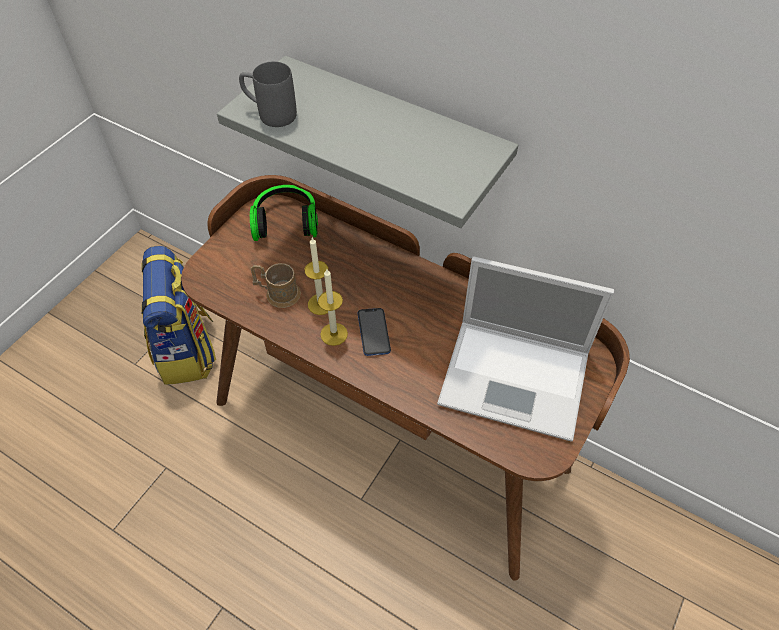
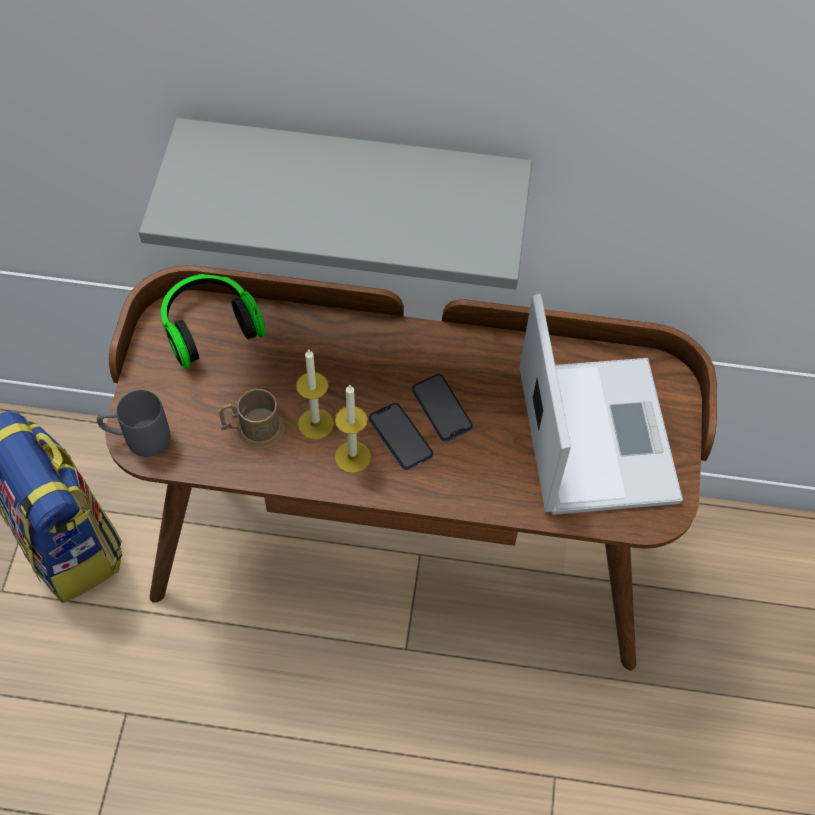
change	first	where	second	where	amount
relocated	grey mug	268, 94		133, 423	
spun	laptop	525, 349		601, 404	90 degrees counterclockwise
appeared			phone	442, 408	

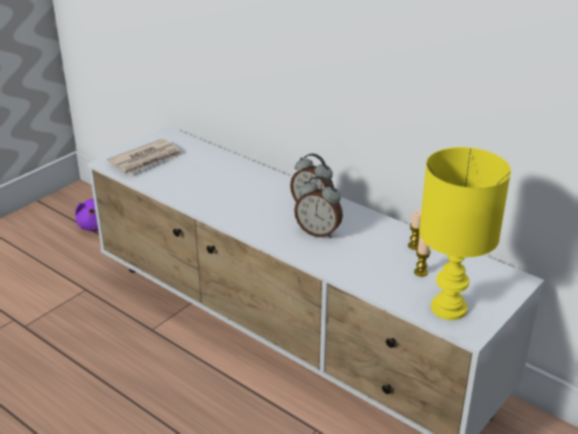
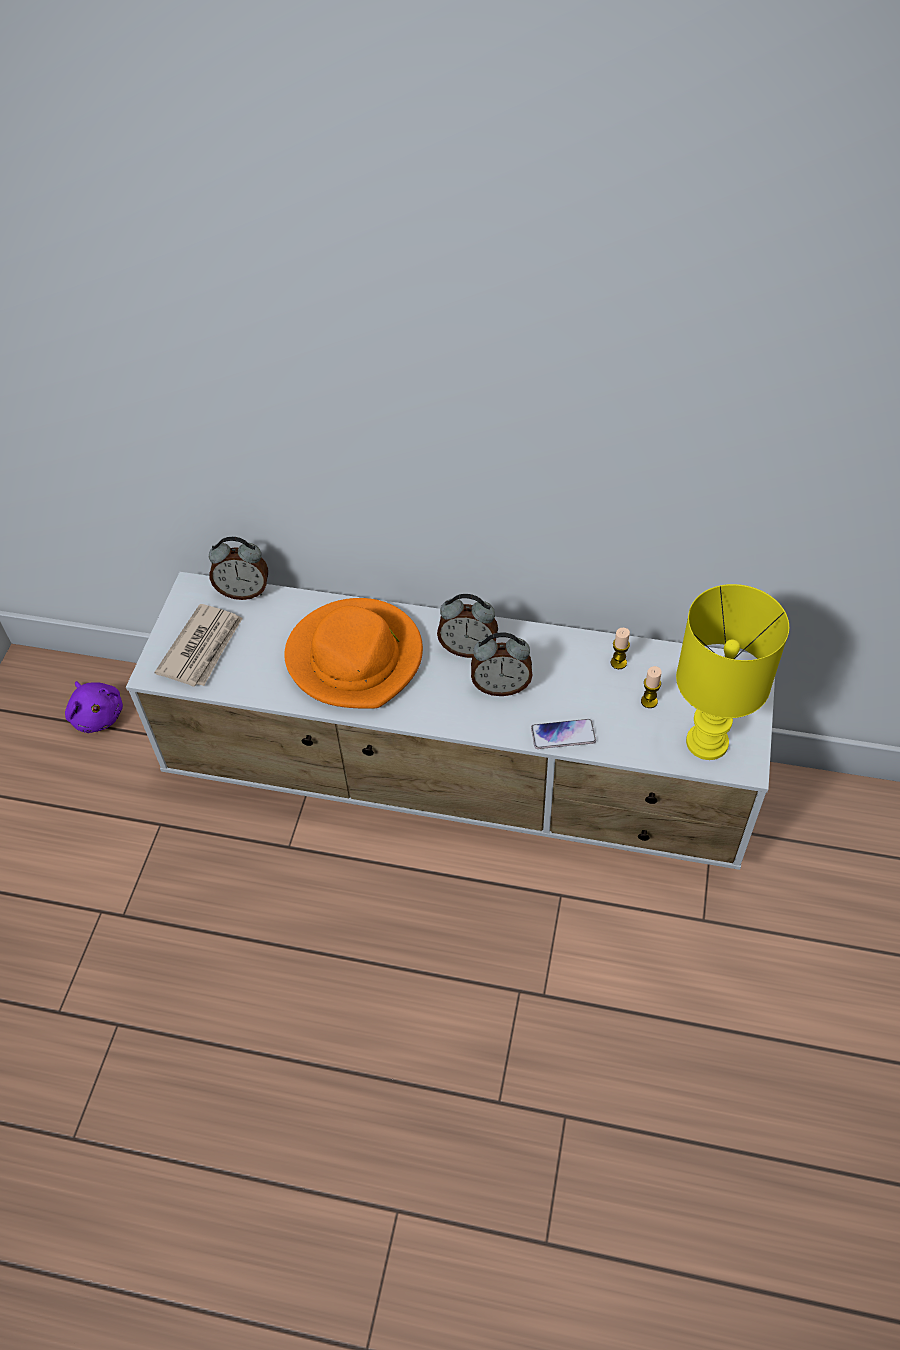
change	first	where	second	where	amount
appeared			alarm clock	238, 568	
appeared			orange hat	353, 653	
appeared			phone	563, 734	

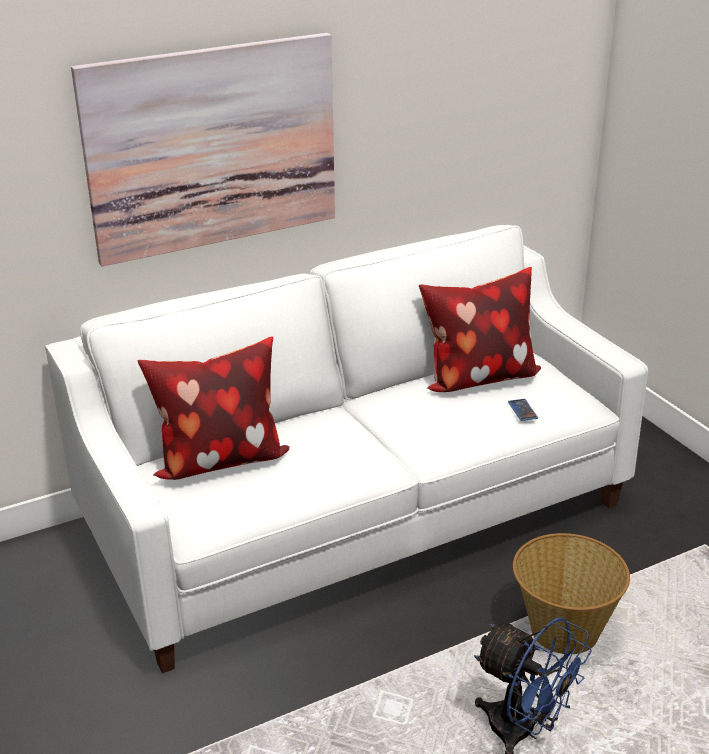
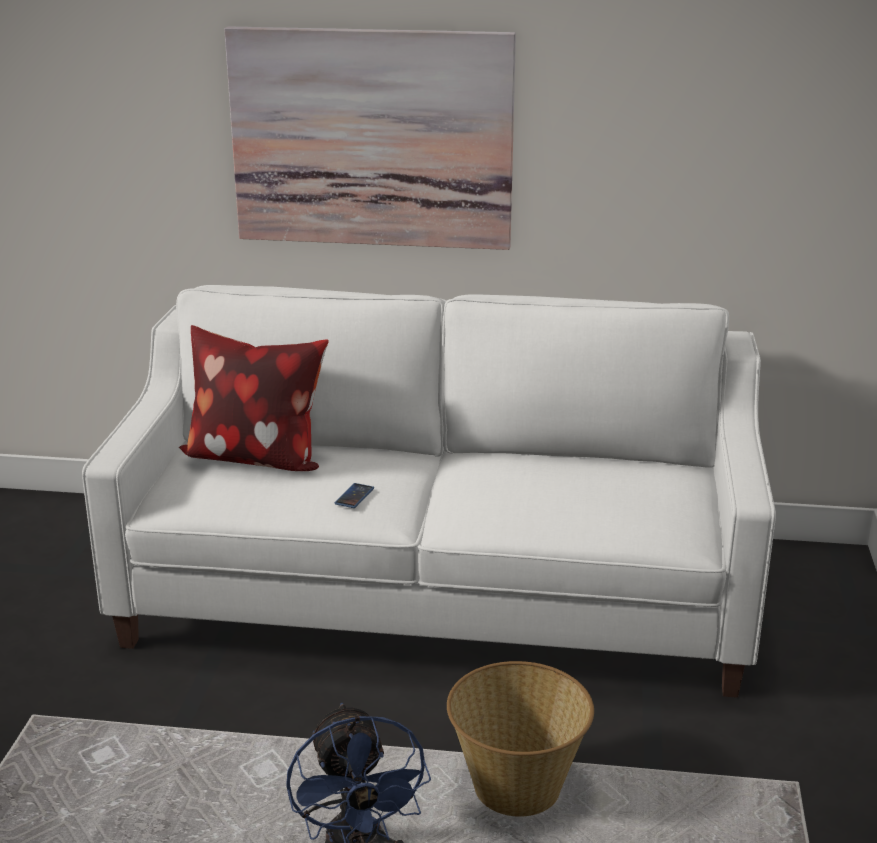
change	first	where	second	where	amount
missing	pillow	480, 329			
relocated	phone	523, 410		354, 495	

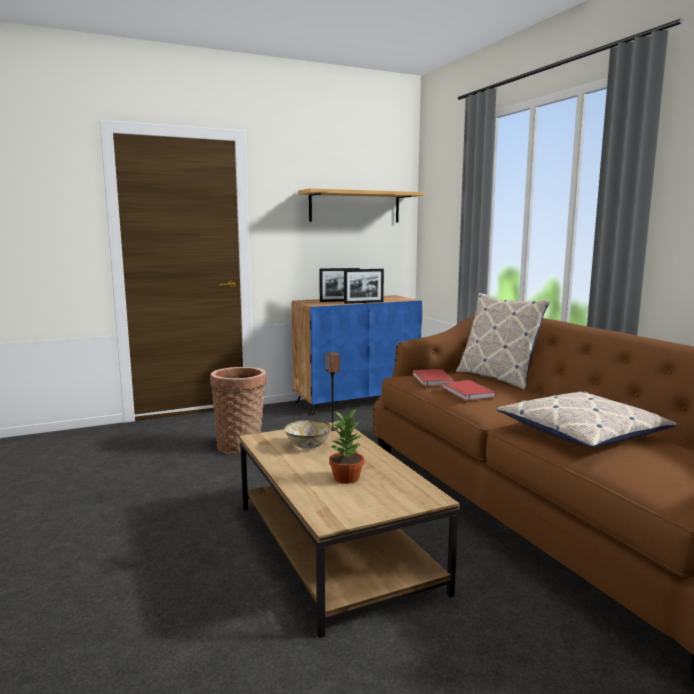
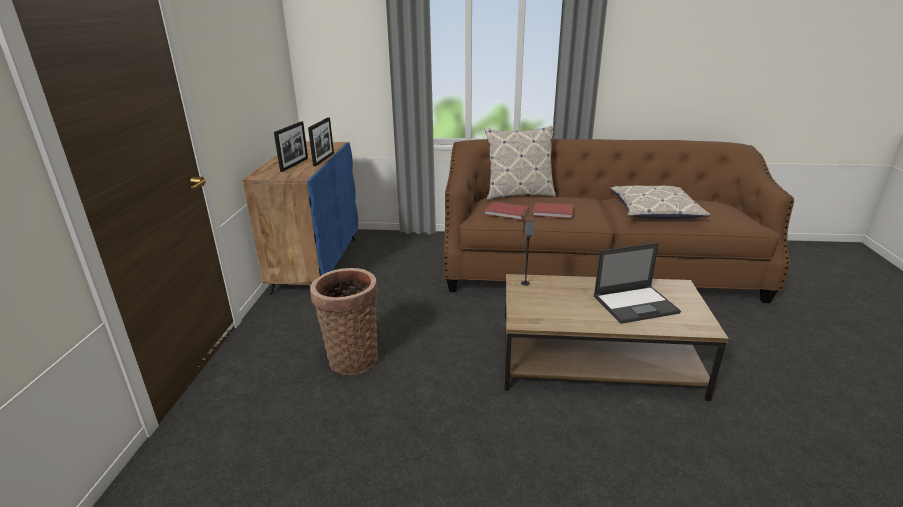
change	first	where	second	where	amount
missing	bowl	308, 434			
missing	shelf	361, 205			
exchanged	potted plant	346, 446	laptop	637, 283	

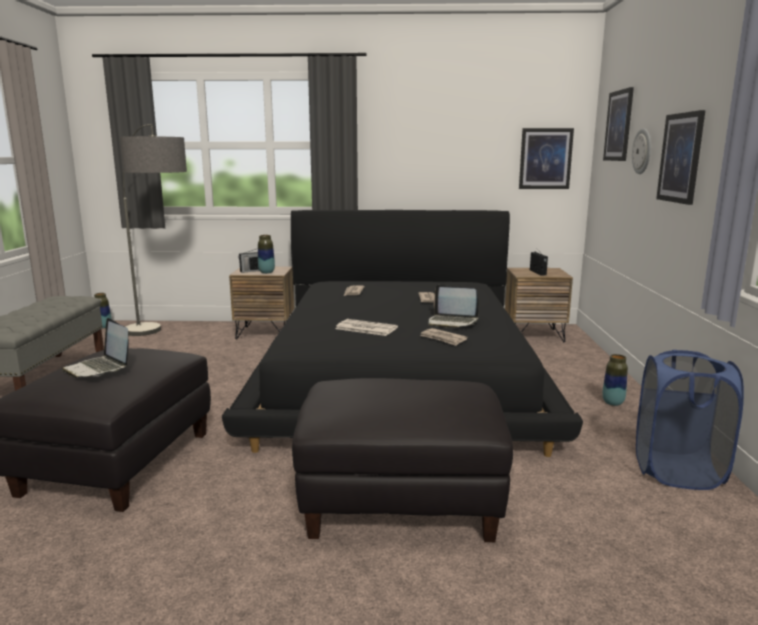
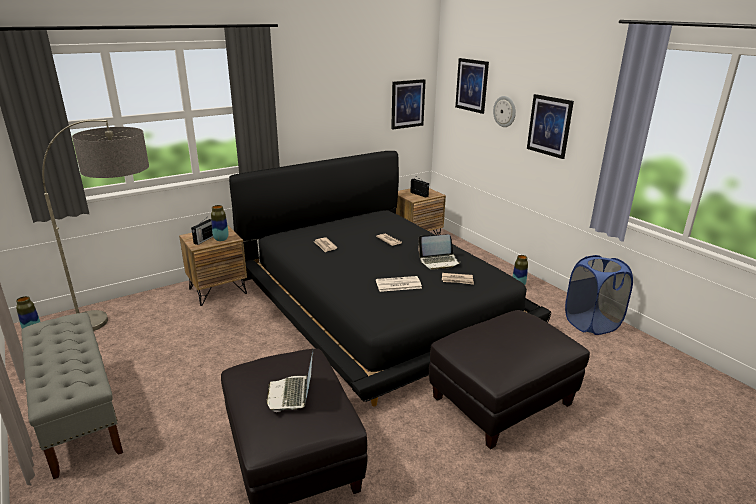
change	first	where	second	where	amount
spun	laptop	95, 348		290, 381	75 degrees clockwise

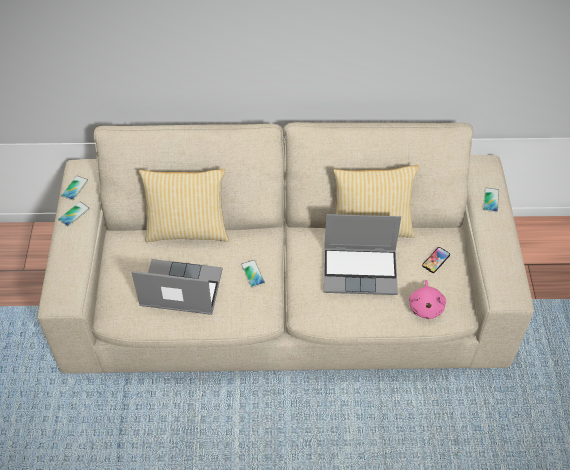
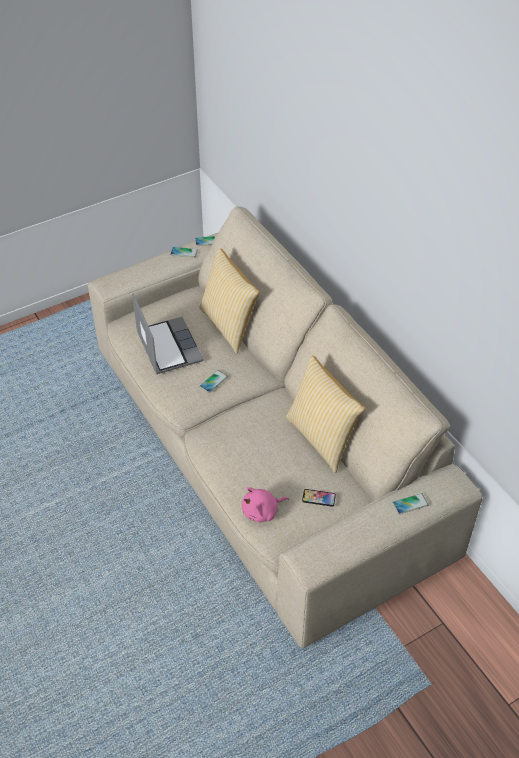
change	first	where	second	where	amount
missing	laptop	362, 254			

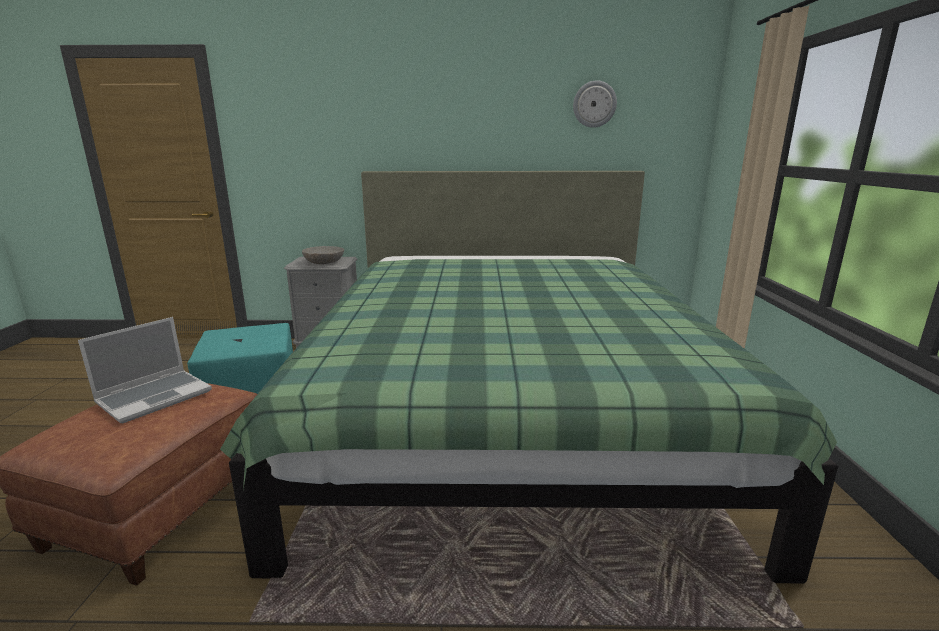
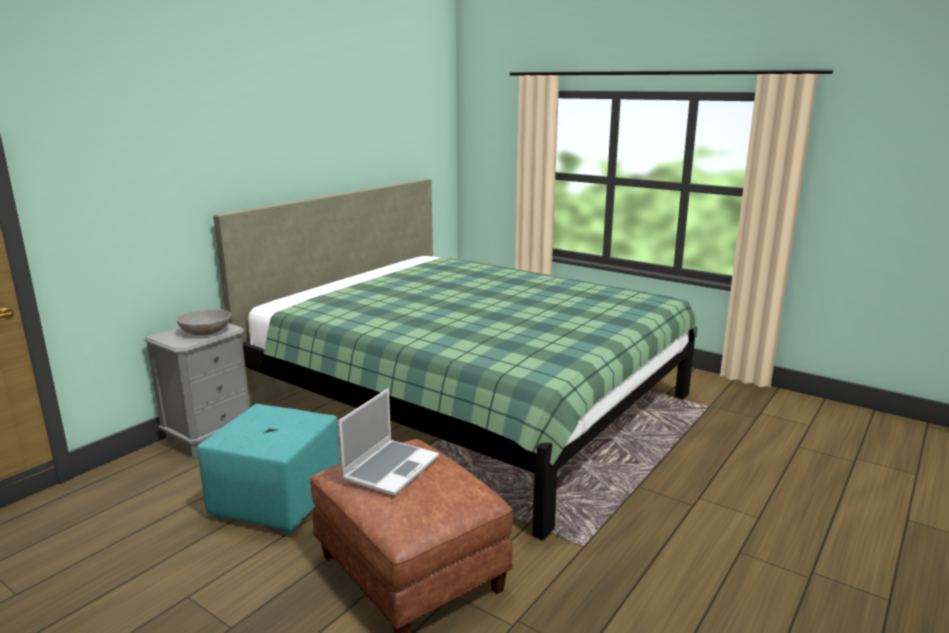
change	first	where	second	where	amount
spun	laptop	145, 370		388, 442	45 degrees clockwise
missing	wall clock	595, 104			

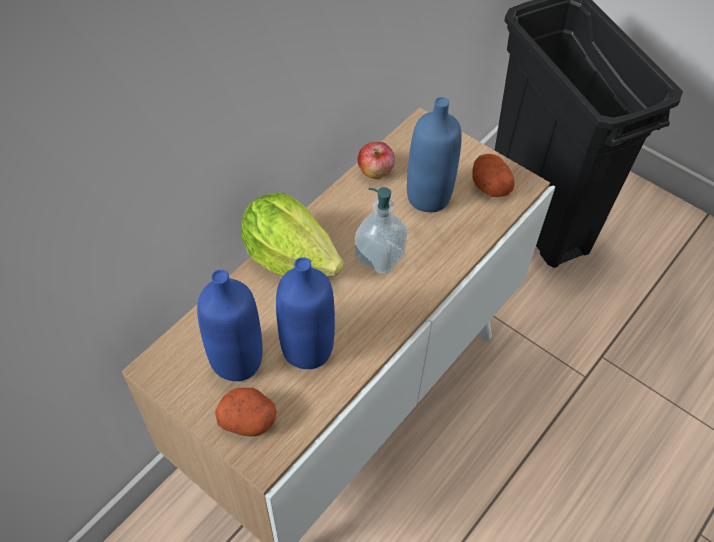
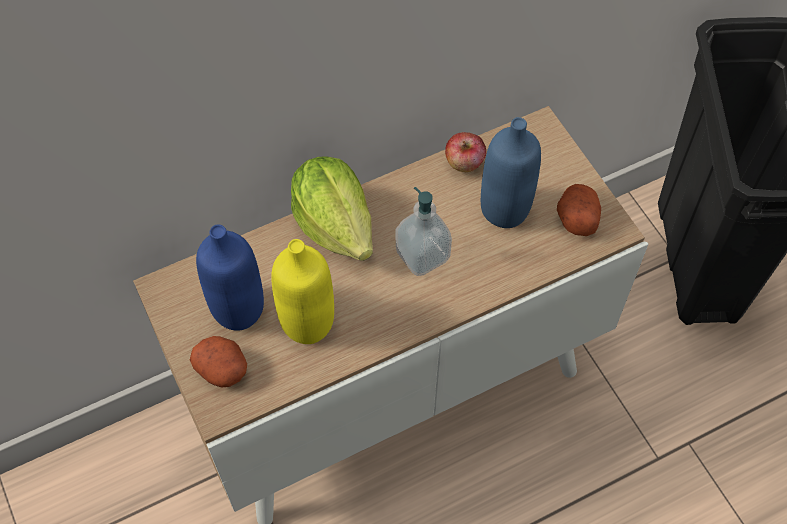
change	first	where	second	where	amount
colour	blue bottle	305, 313	yellow bottle	302, 291	

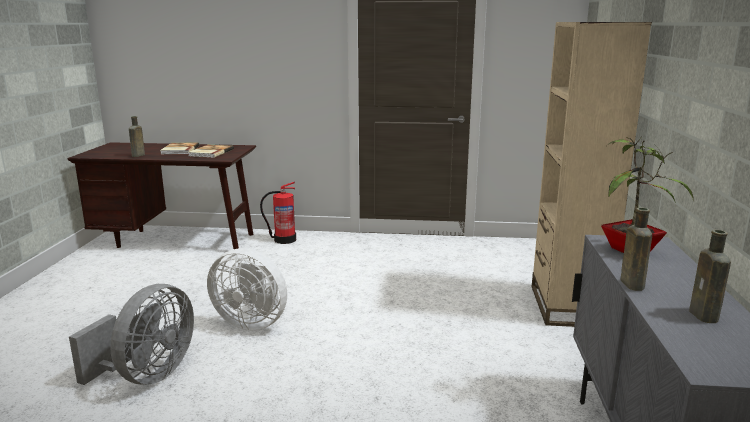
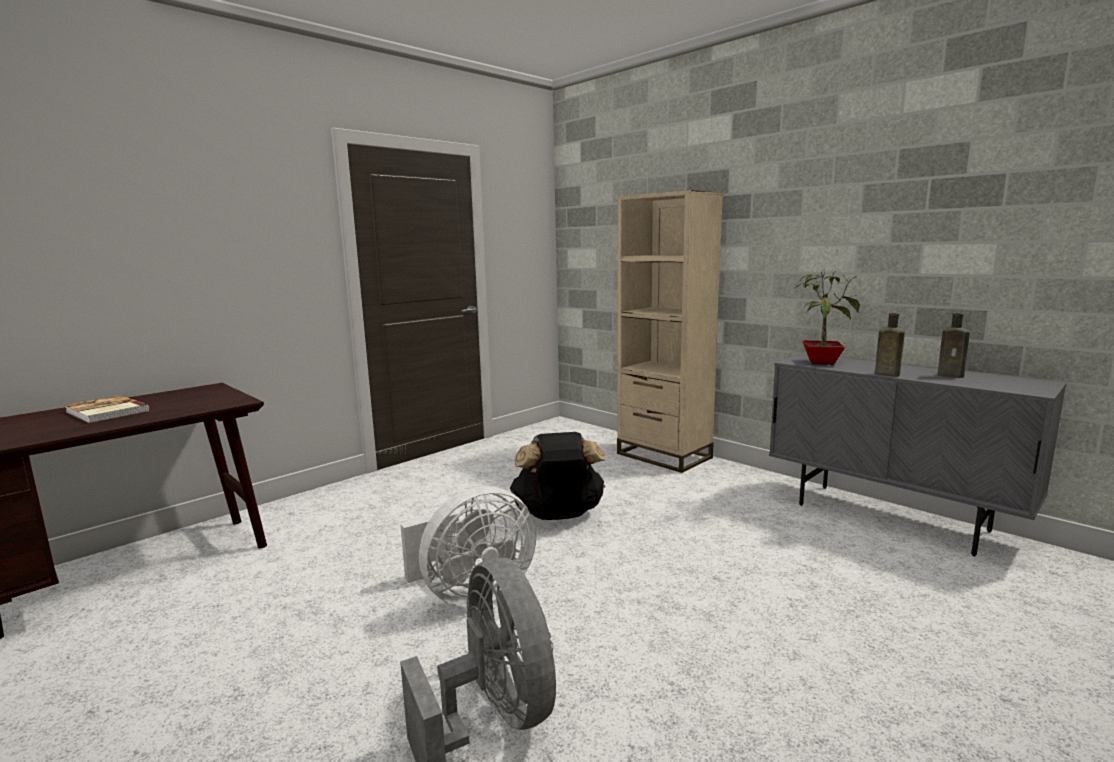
change	first	where	second	where	amount
missing	brown bottle	137, 136			
missing	book	211, 151			
missing	fire extinguisher	278, 212			
appeared			black backpack	557, 476	

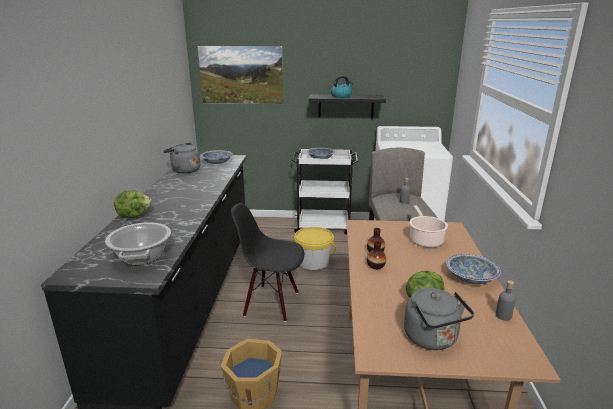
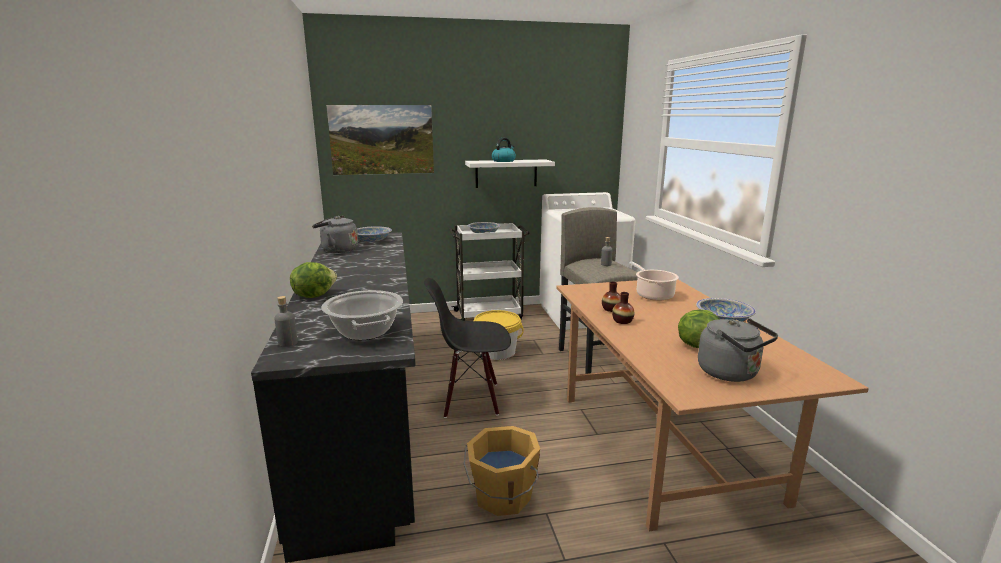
change	first	where	second	where	amount
colour	black shelf	347, 106	white shelf	510, 173	
relocated	grey bottle	506, 300		286, 321	

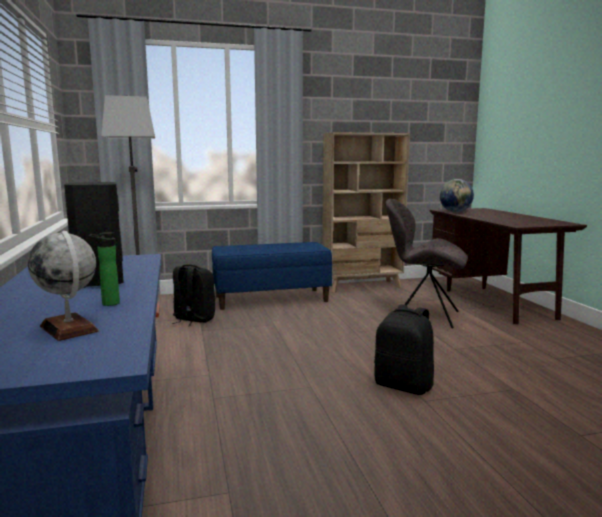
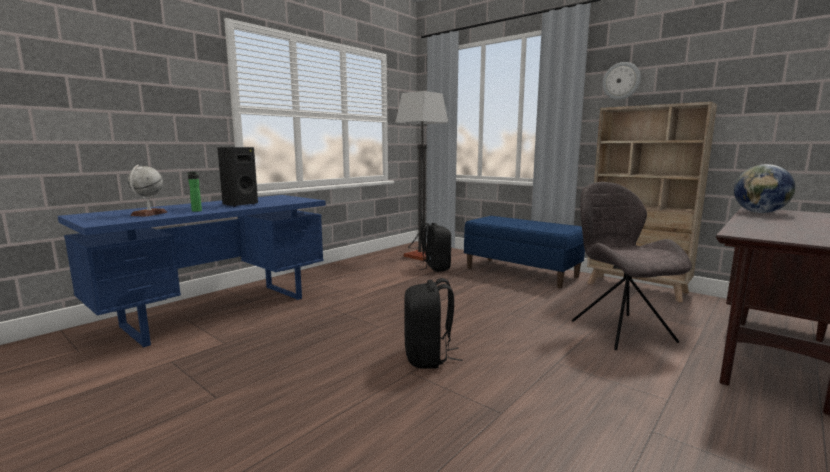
change	first	where	second	where	amount
appeared			wall clock	622, 81	

